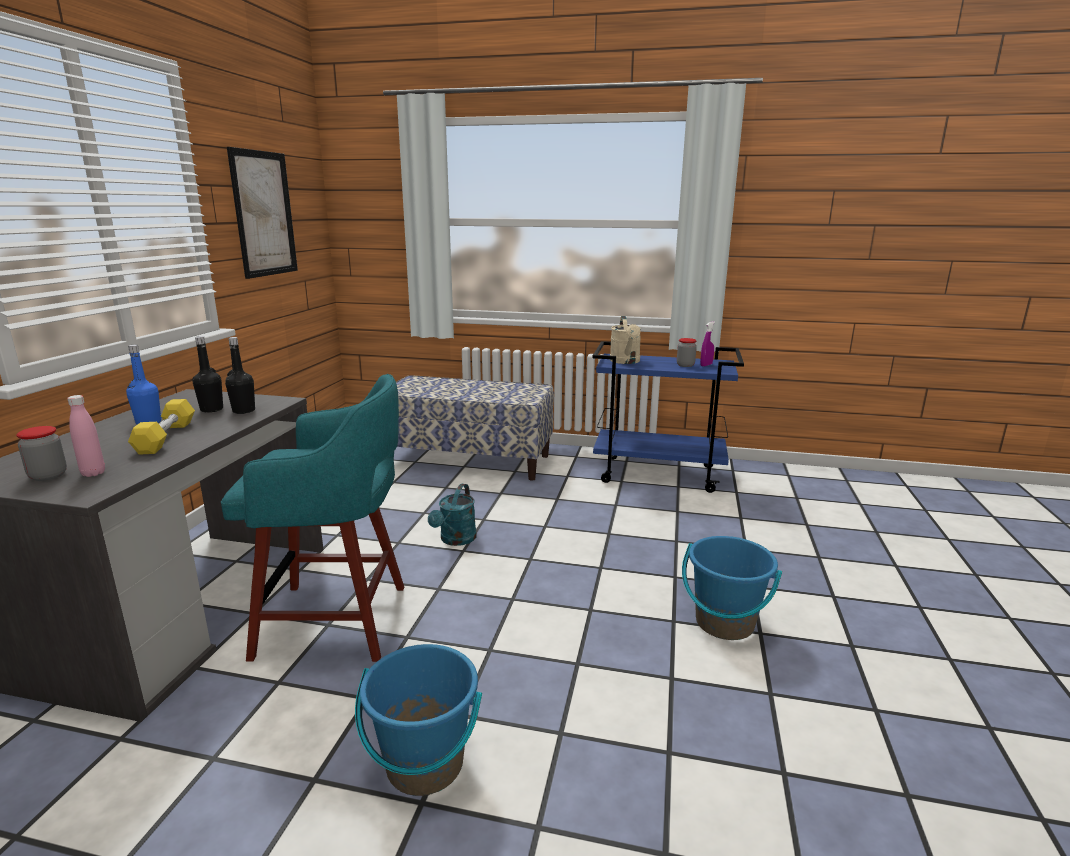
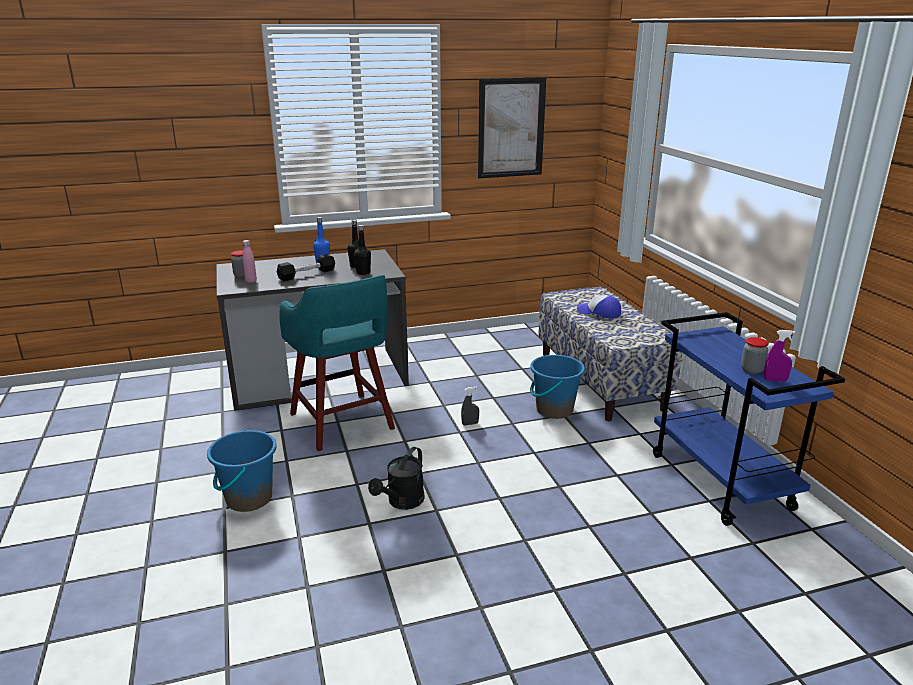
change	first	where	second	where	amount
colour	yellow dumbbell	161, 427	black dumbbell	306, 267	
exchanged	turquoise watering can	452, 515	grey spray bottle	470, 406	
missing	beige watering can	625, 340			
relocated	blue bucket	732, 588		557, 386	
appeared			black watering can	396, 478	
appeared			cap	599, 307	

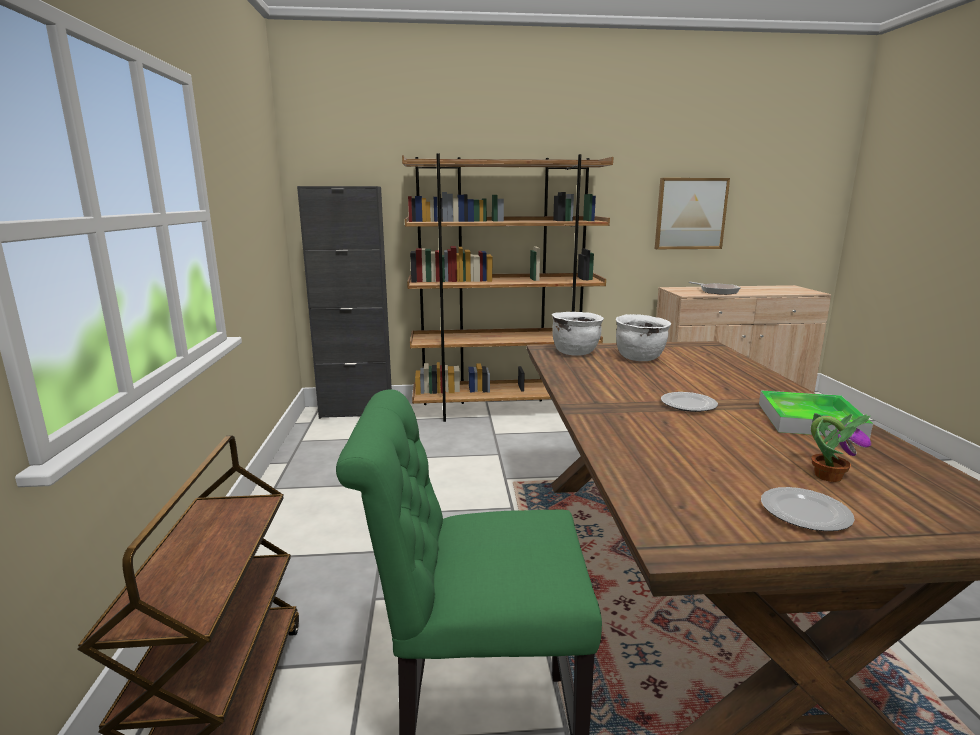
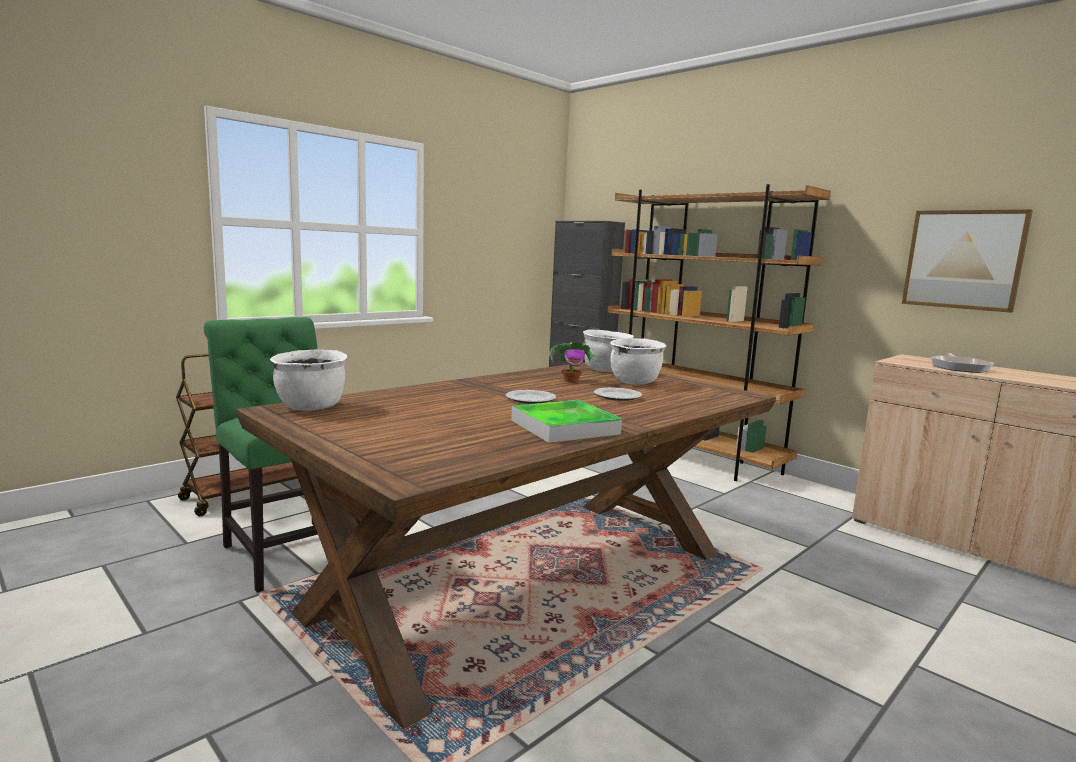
change	first	where	second	where	amount
relocated	plate	808, 509		618, 394	
relocated	potted plant	841, 447		572, 362	
appeared			white cooking pot	308, 380	

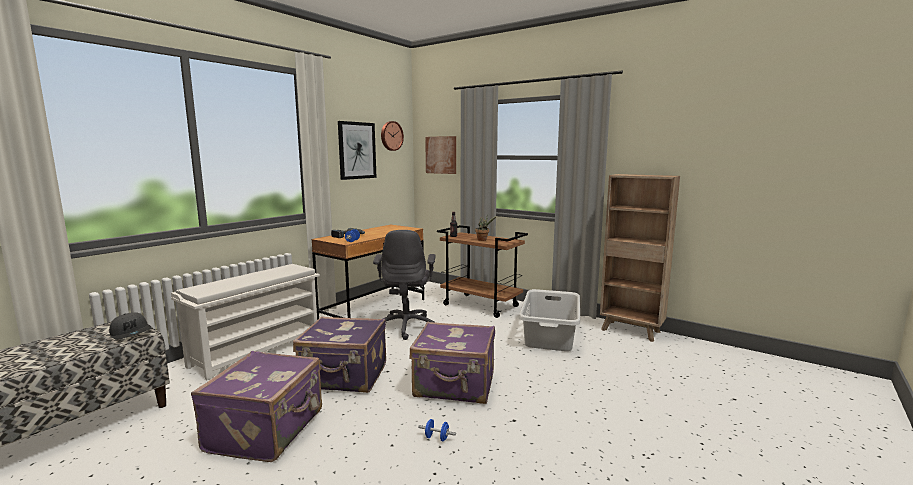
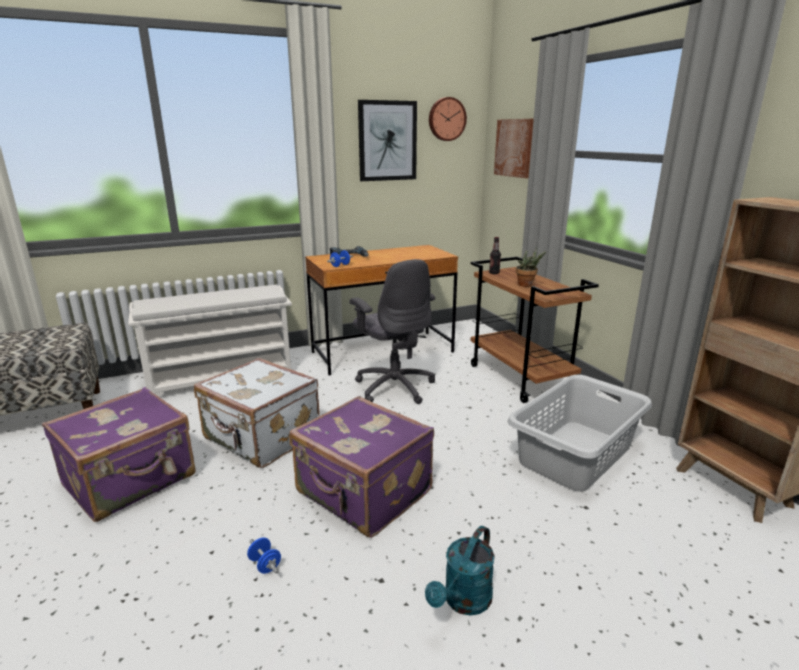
change	first	where	second	where	amount
missing	grey cap	130, 326			
colour	purple suitcase	339, 354	white suitcase	257, 413	
spun	grey office chair	404, 285		392, 331	60 degrees counterclockwise
appeared			turquoise watering can	460, 571	

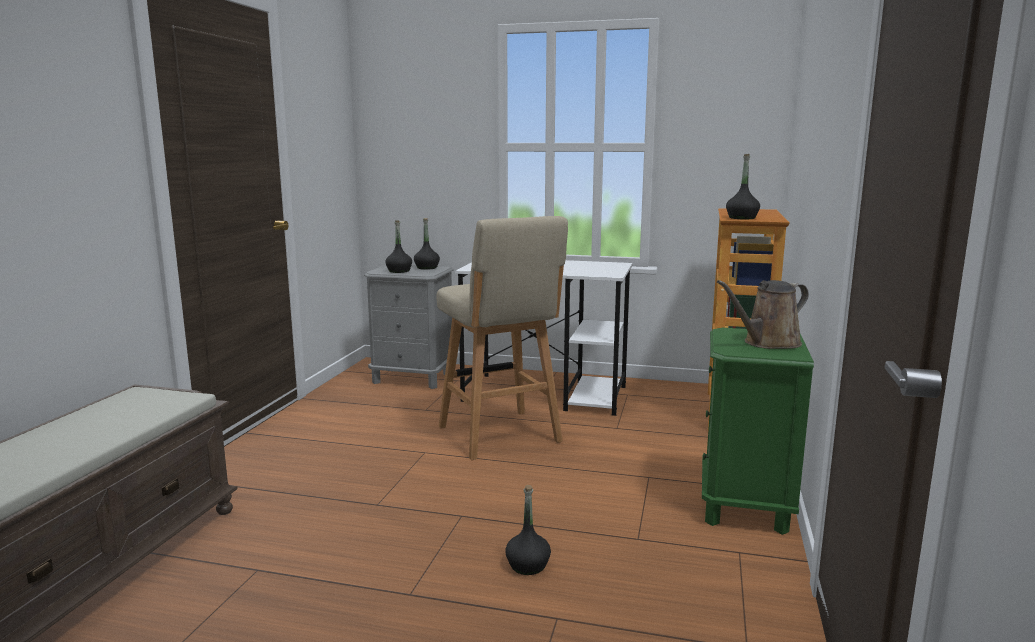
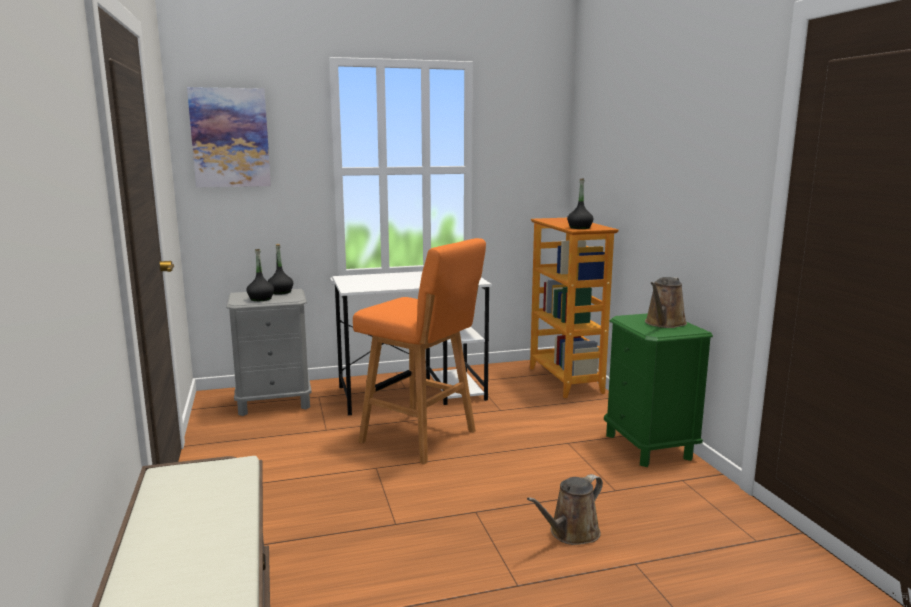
change	first	where	second	where	amount
colour	beige stool	502, 338	orange stool	419, 351	
exchanged	black bottle	528, 530	brown watering can	565, 509	
appeared			picture	229, 137	

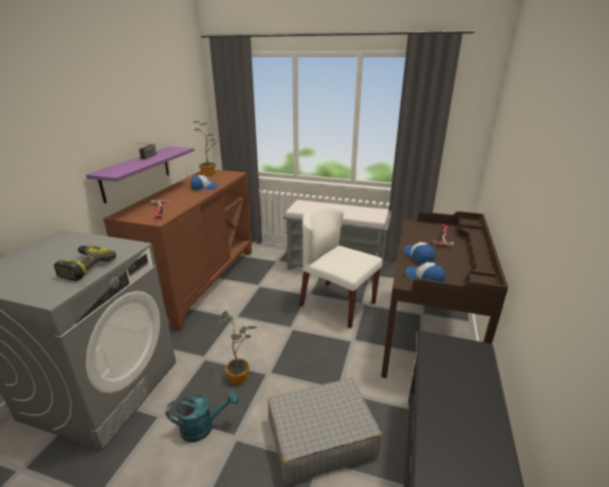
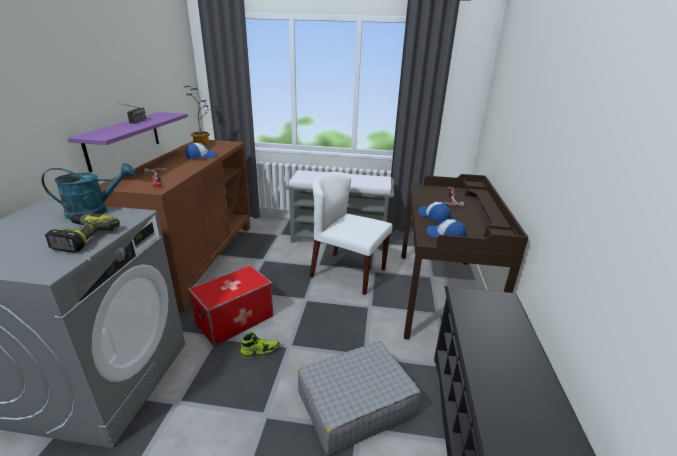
change	first	where	second	where	amount
relocated	turquoise watering can	202, 416		88, 191	
exchanged	potted plant	237, 348	shoe	260, 345	
appeared			storage box	230, 305	

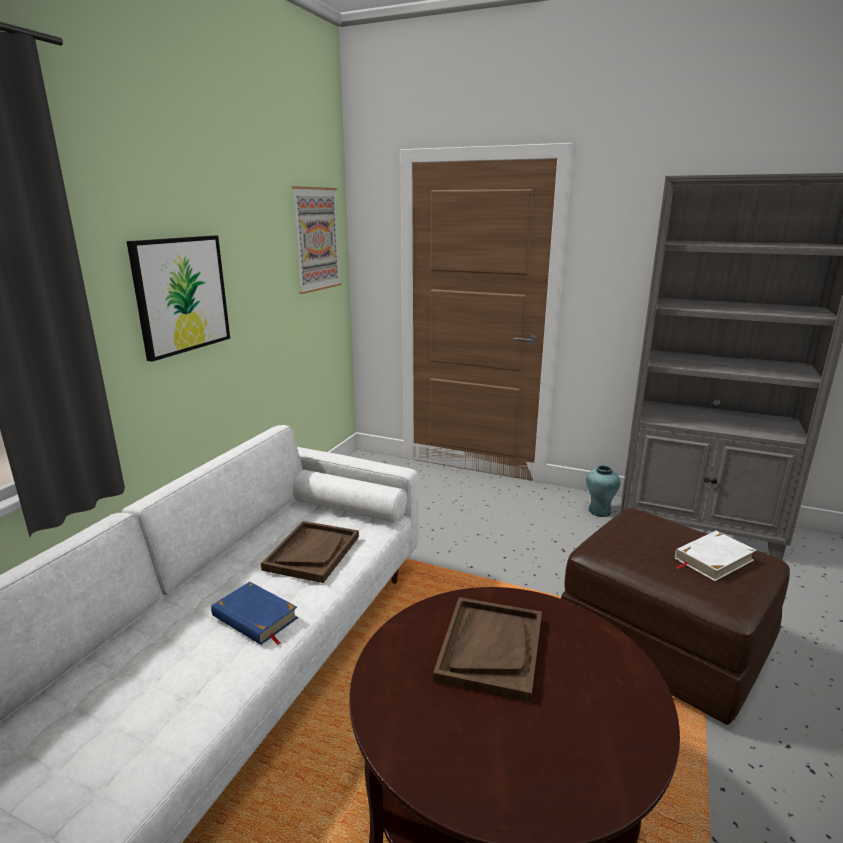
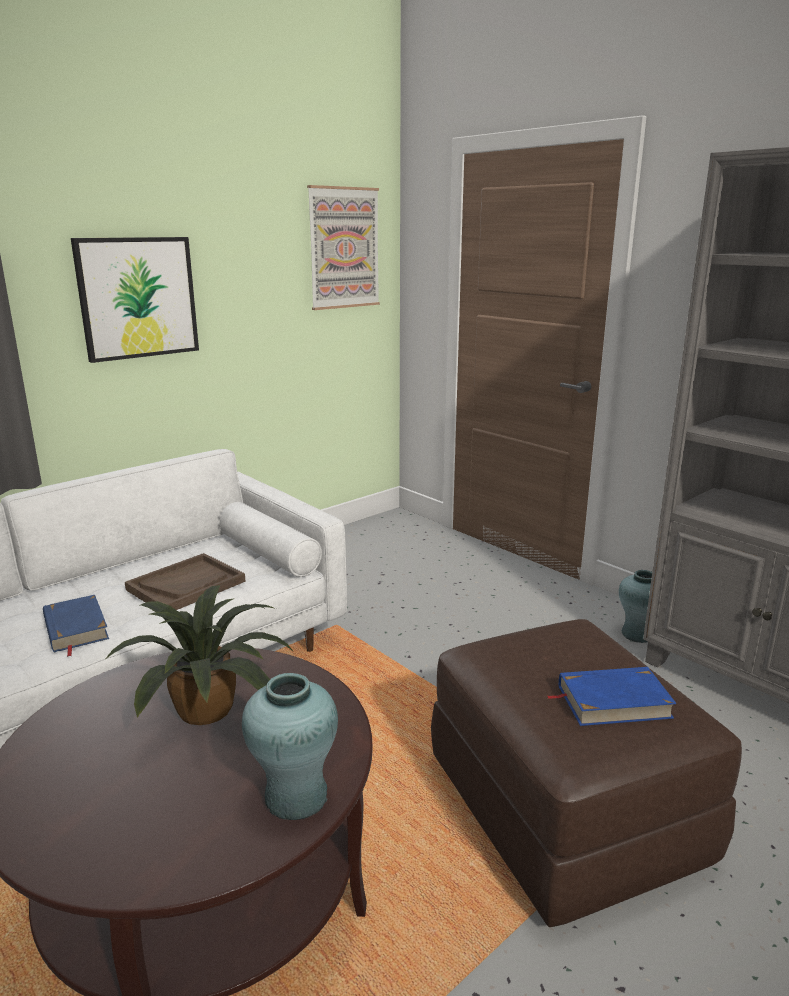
change	first	where	second	where	amount
exchanged	brown tray	487, 650	potted plant	200, 655	
colour	white book	715, 556	blue book	612, 696	
appeared			turquoise vase	290, 746	

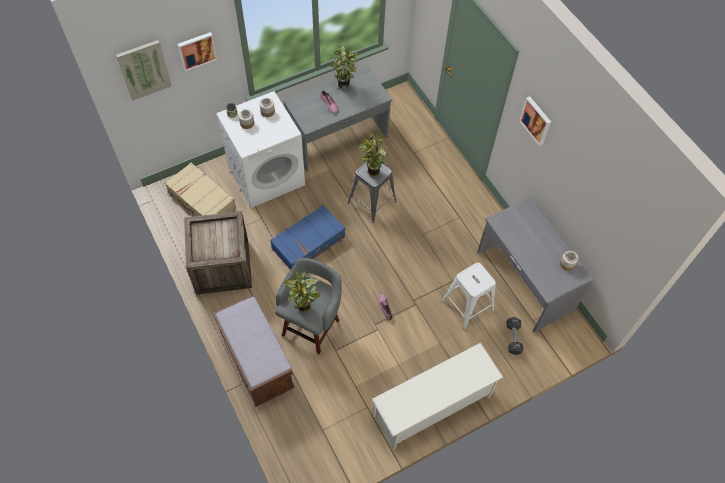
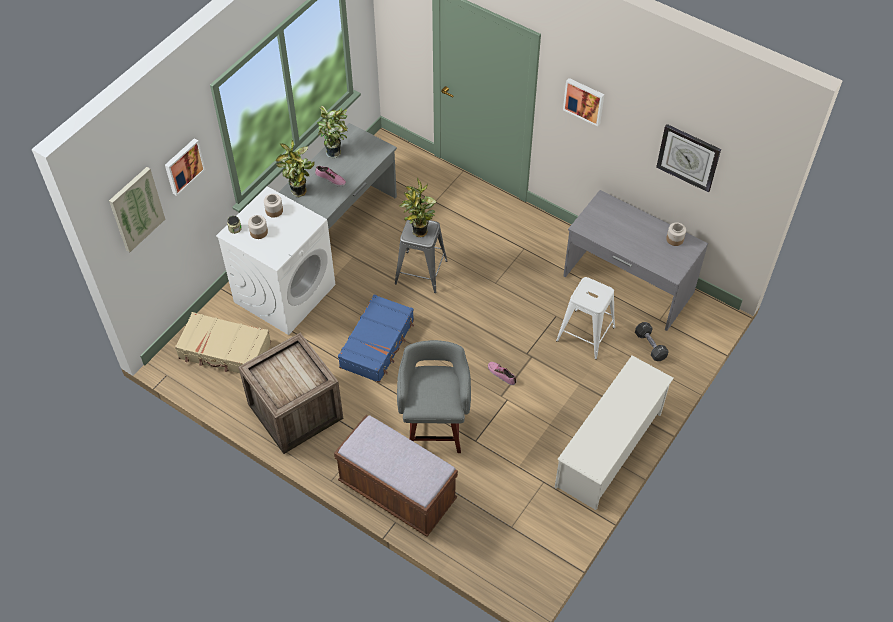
change	first	where	second	where	amount
relocated	potted plant	302, 291		295, 168	
appeared			wall clock	688, 158	

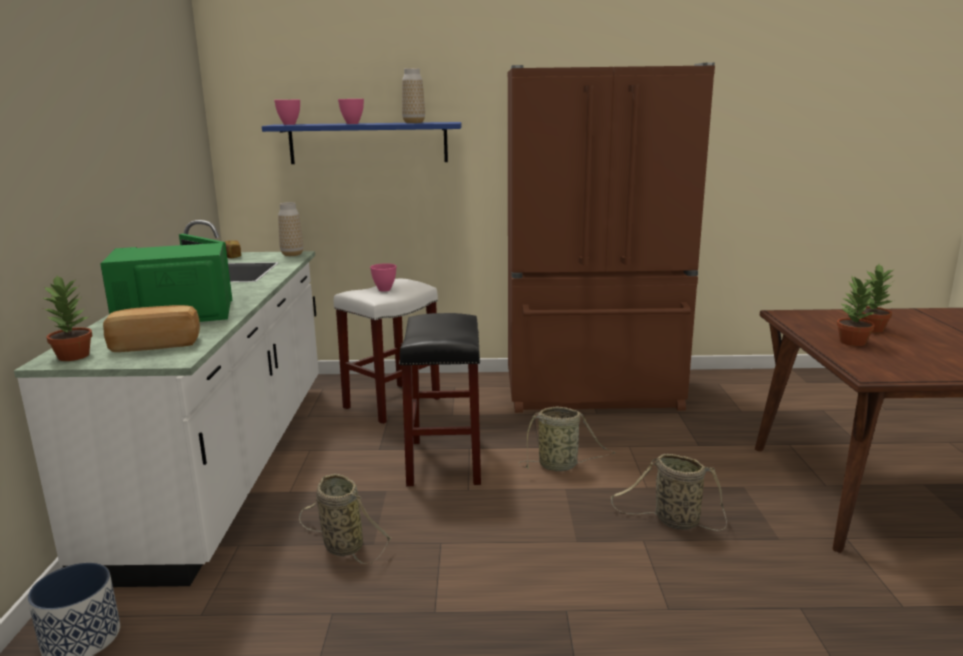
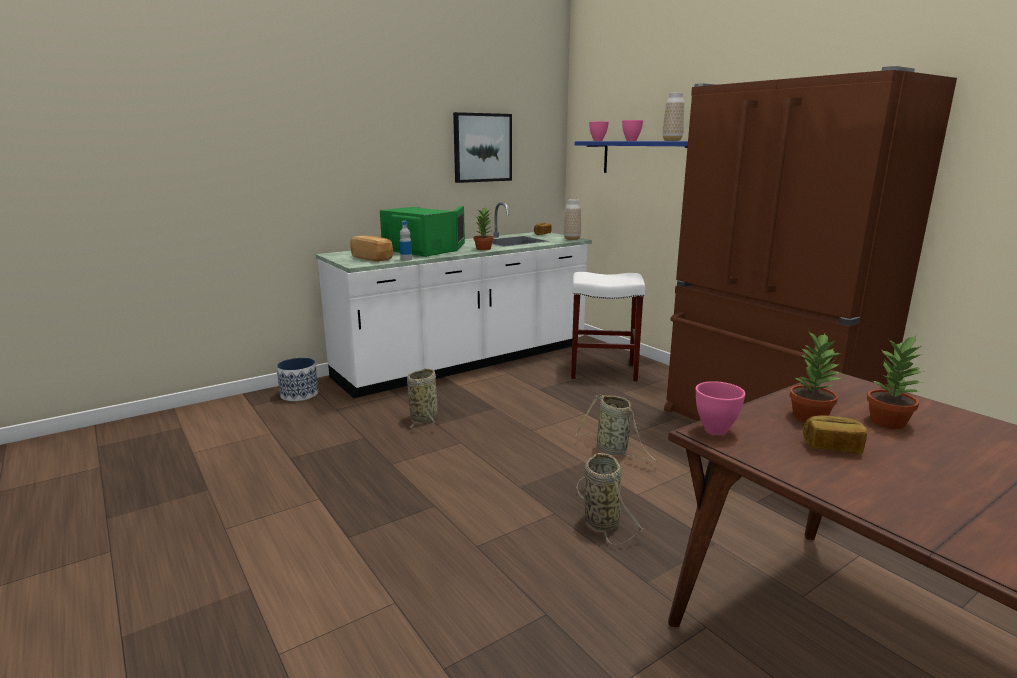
change	first	where	second	where	amount
relocated	potted plant	67, 318		483, 228	
relocated	pink bowl	383, 277		721, 408	
missing	black stool	440, 399			
appeared			bottle	406, 241	
appeared			picture	482, 147	
appeared			bread	835, 434	

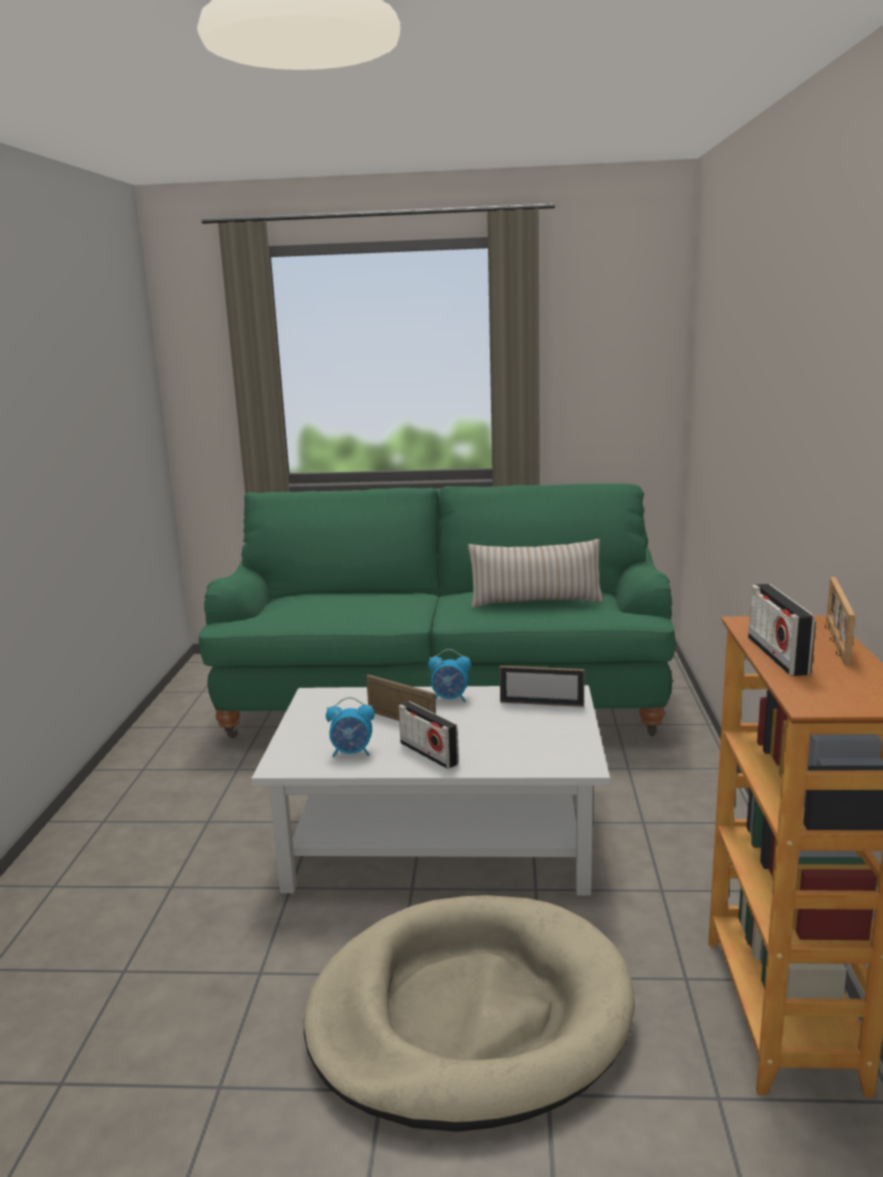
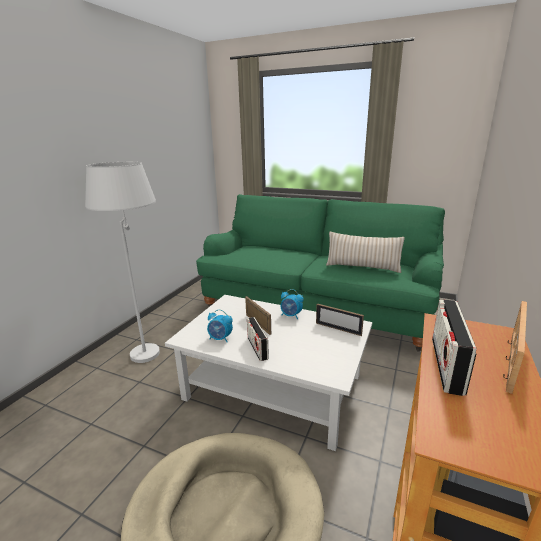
change	first	where	second	where	amount
appeared			white floor lamp	122, 262	

